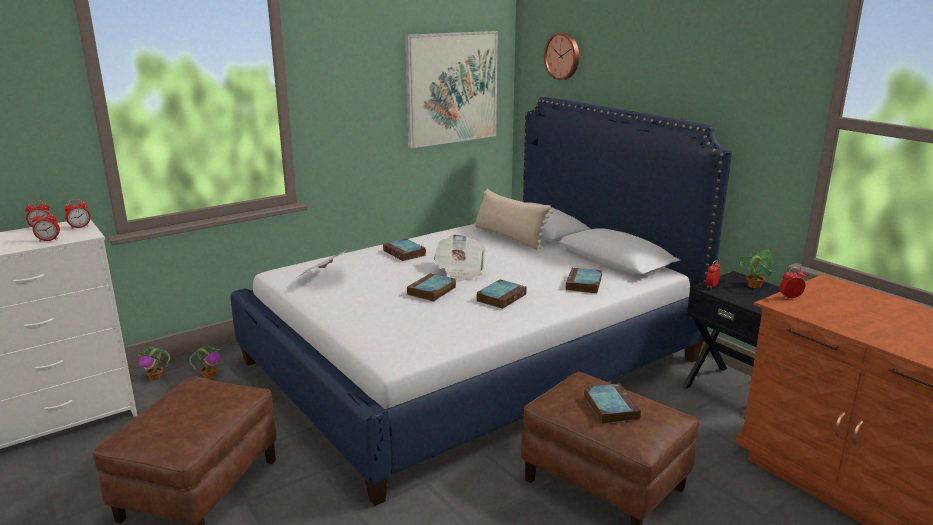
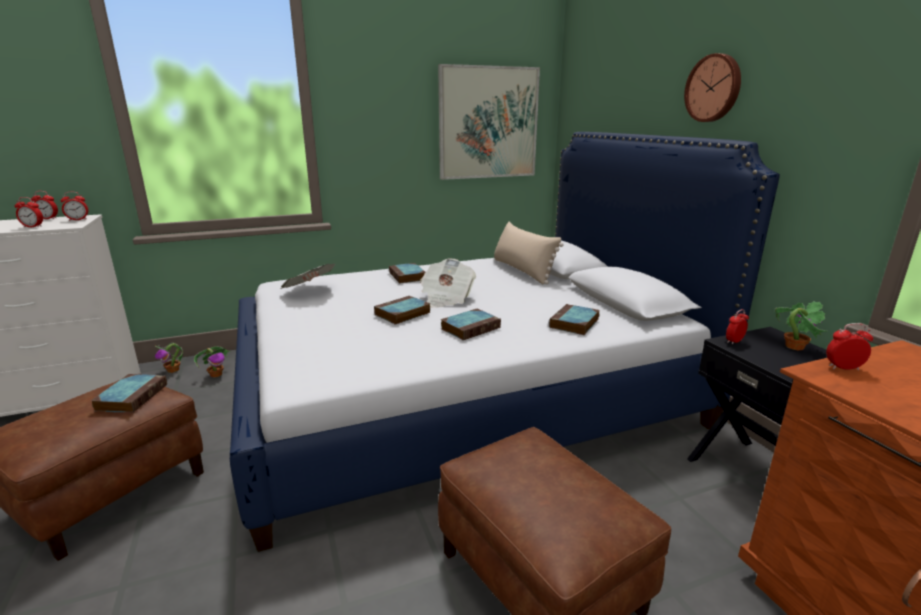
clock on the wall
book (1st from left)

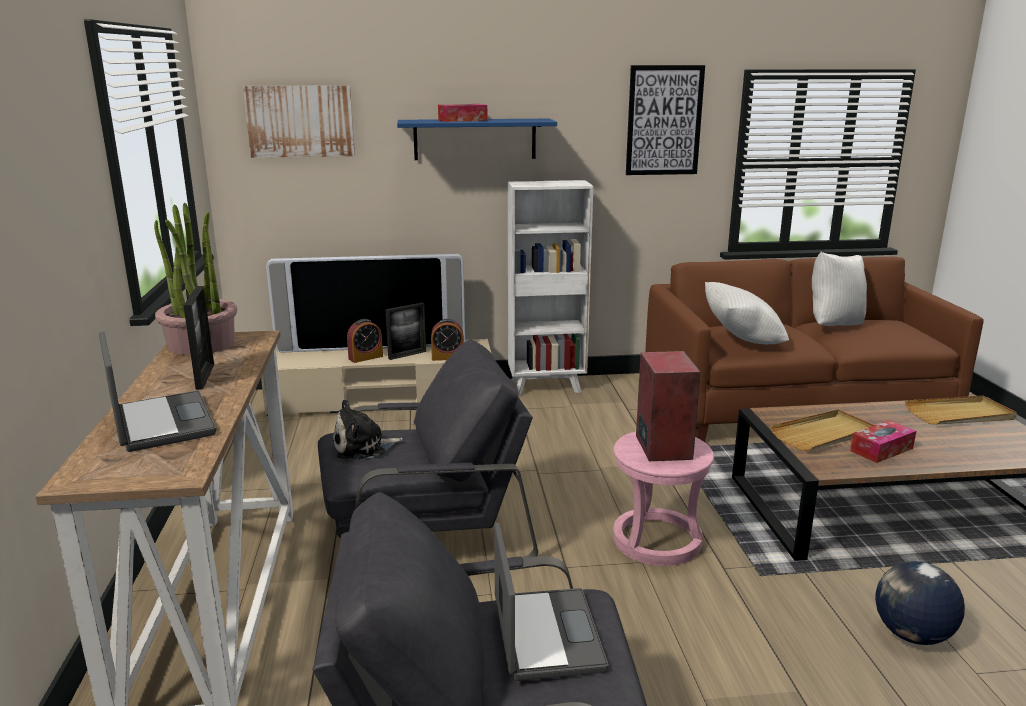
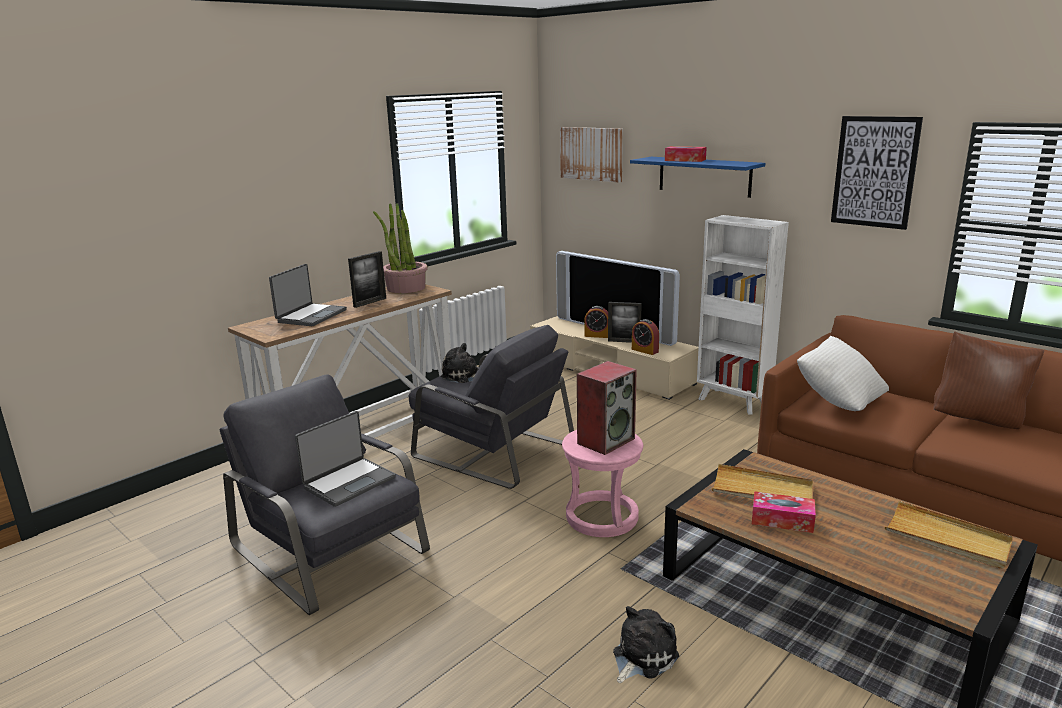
cuddly toy (2nd from left)
brownish cushion

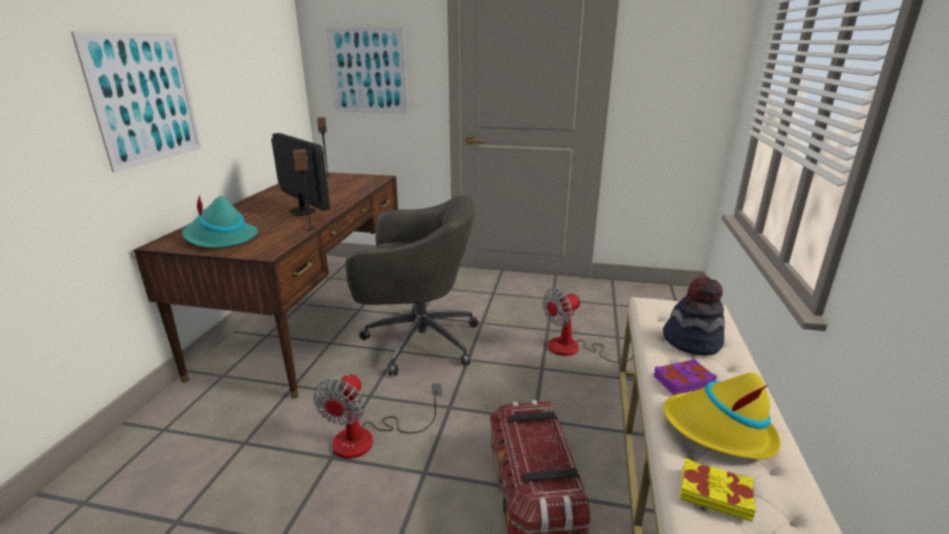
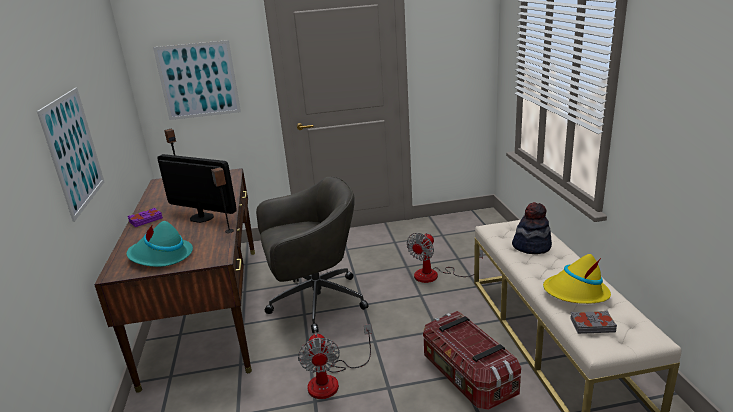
purplish book
greyish book

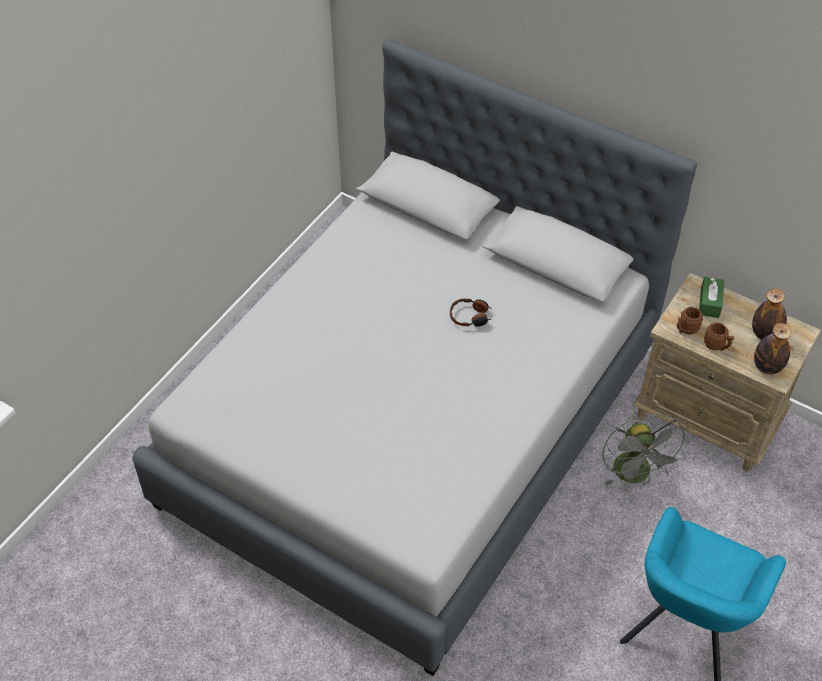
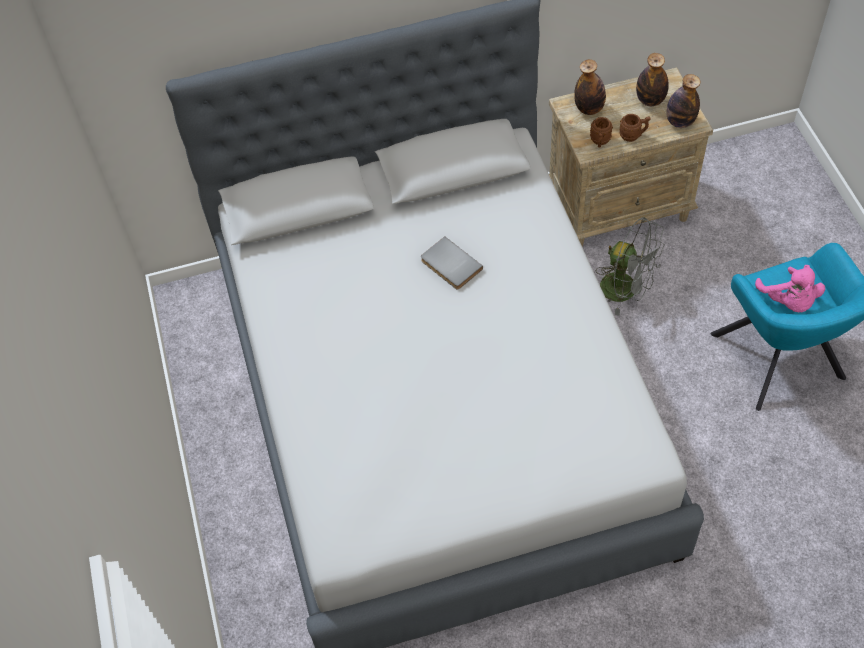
pink cuddly toy
greyish book
beverage bottle (1st from left)

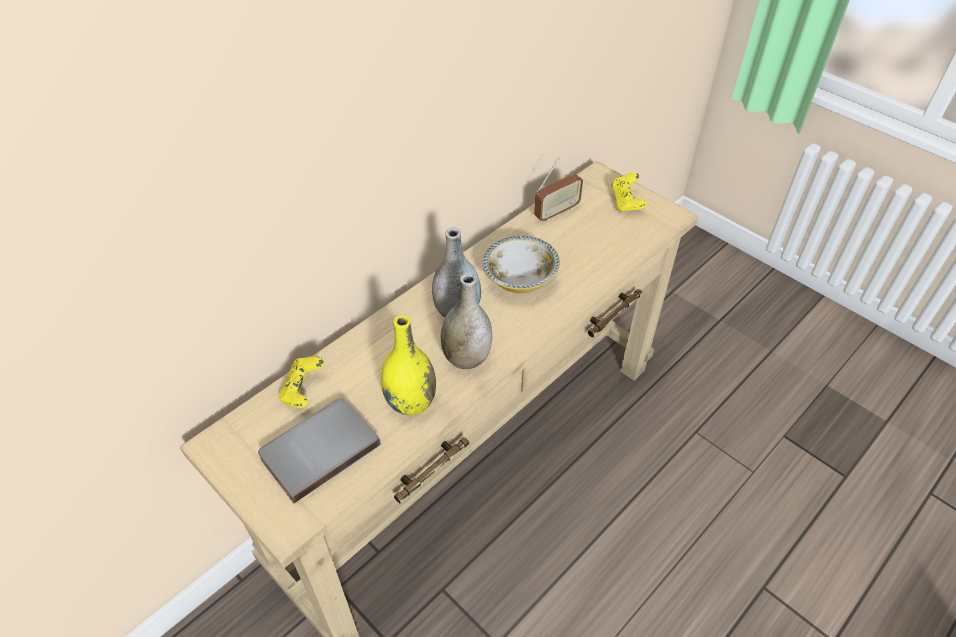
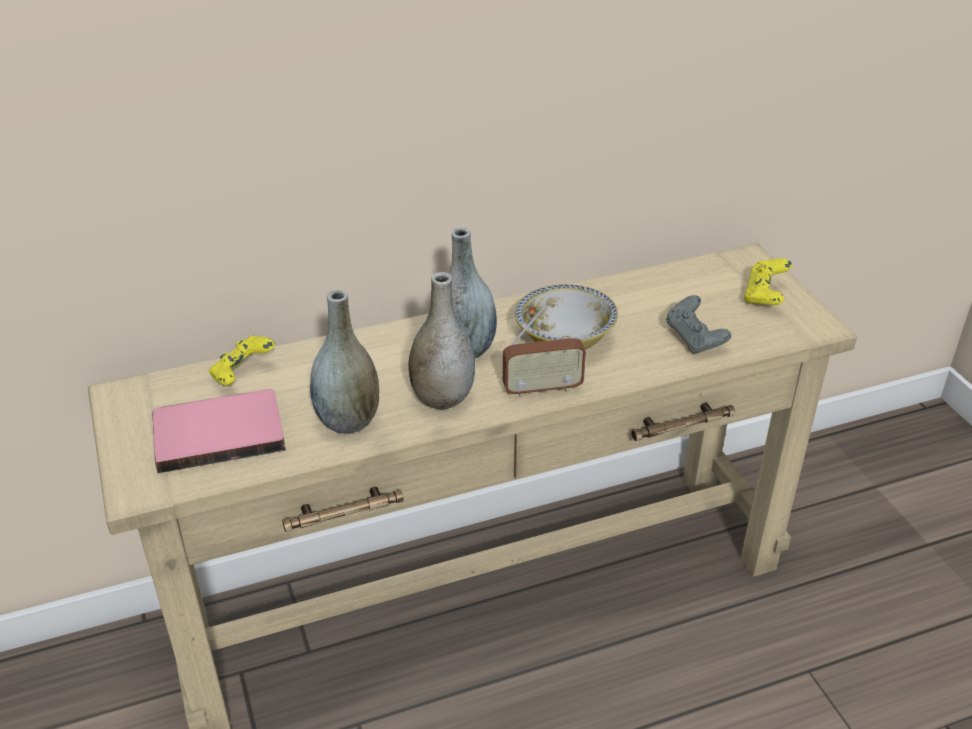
greyish game controller
radio set
pink book
greyish flower vase (1st from left)

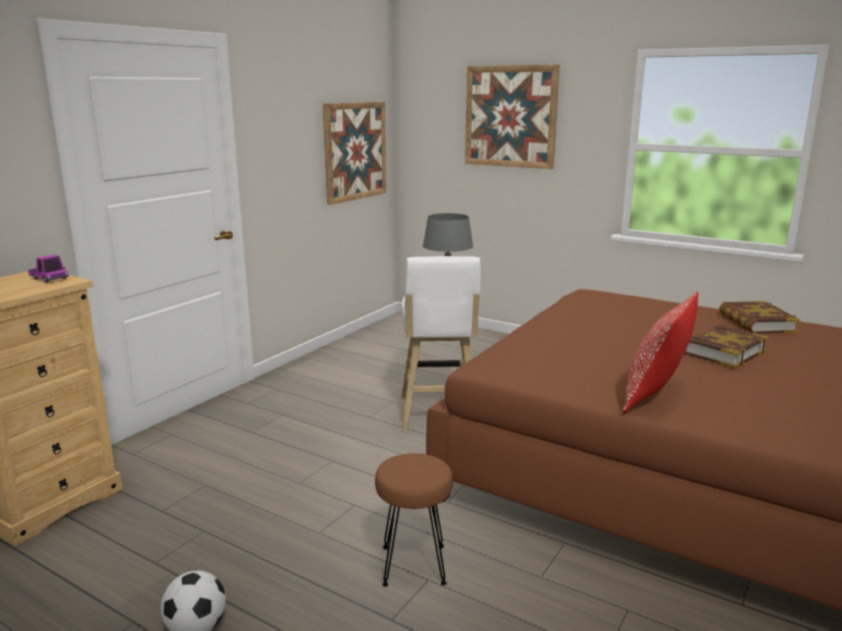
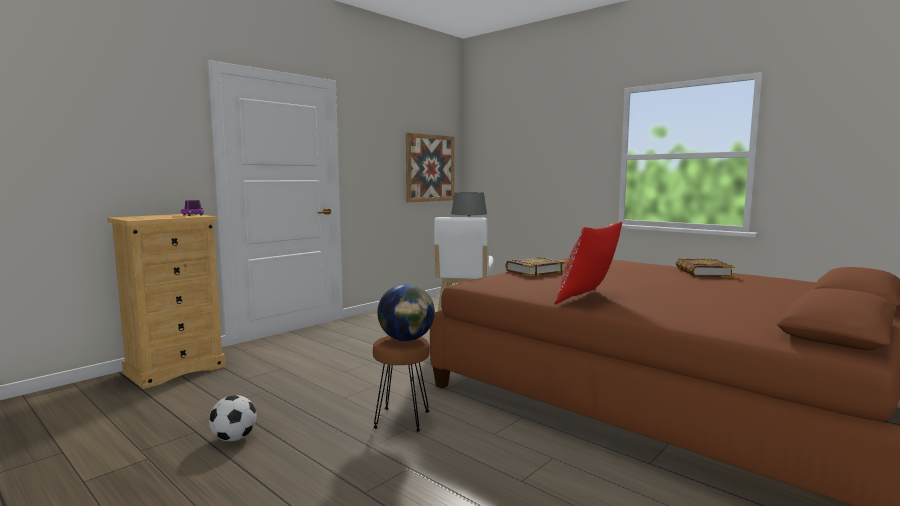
picture (2nd from left in the first image)
globe
book (1st from left)

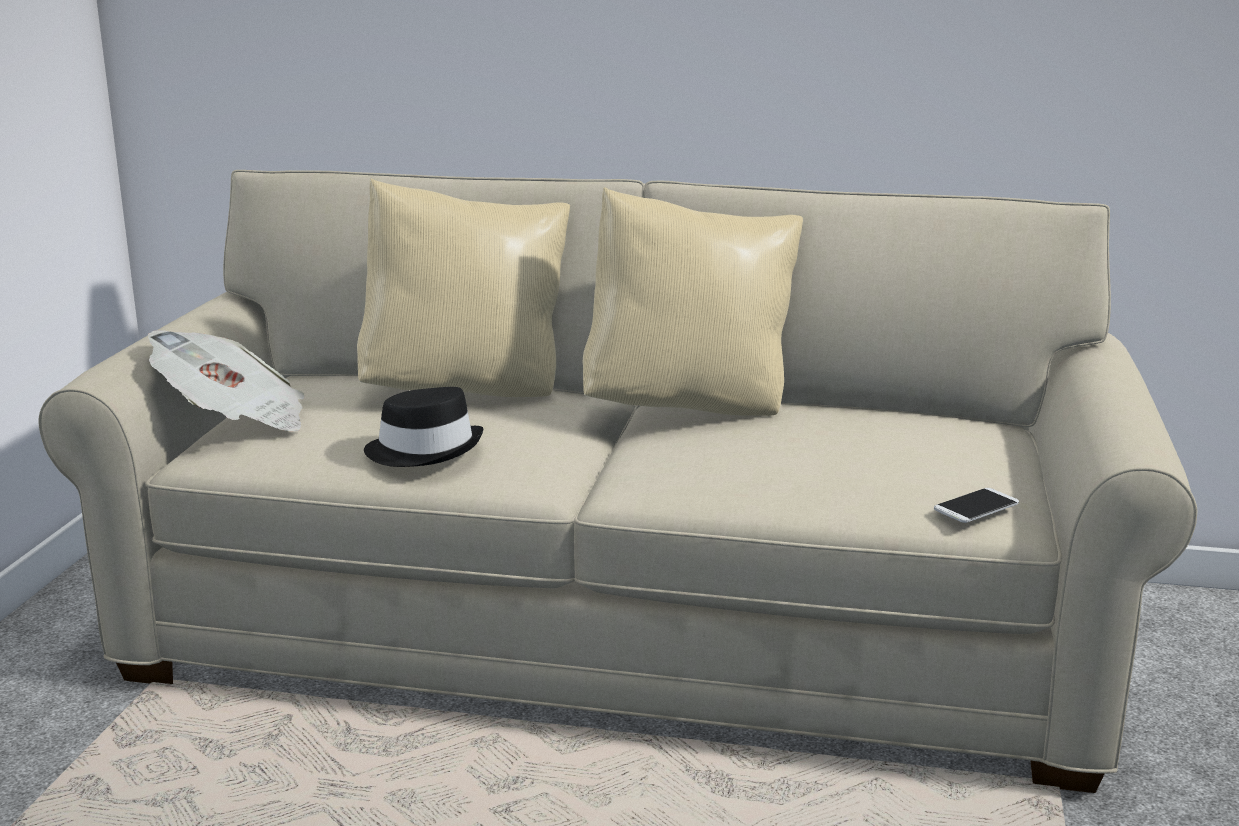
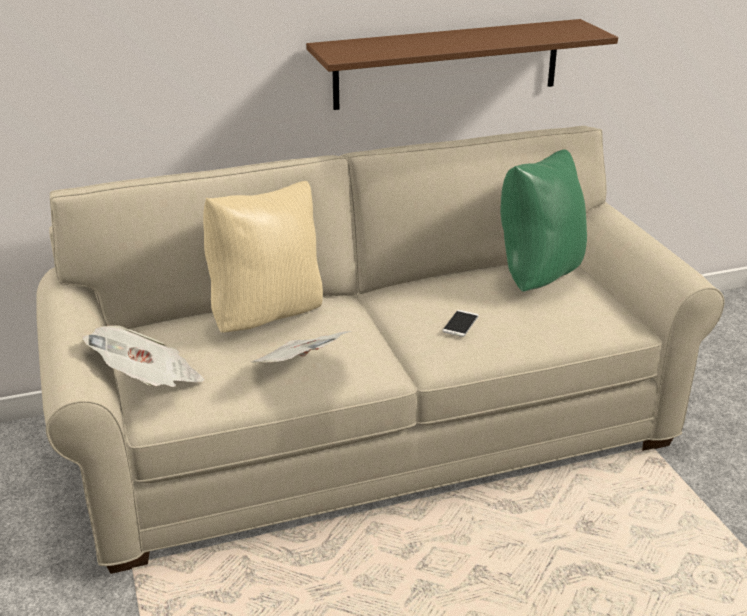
sand-coloured cushion (2nd from left in the first image)
brownish shelf
green cushion
telephone
printed paper (2nd from left)

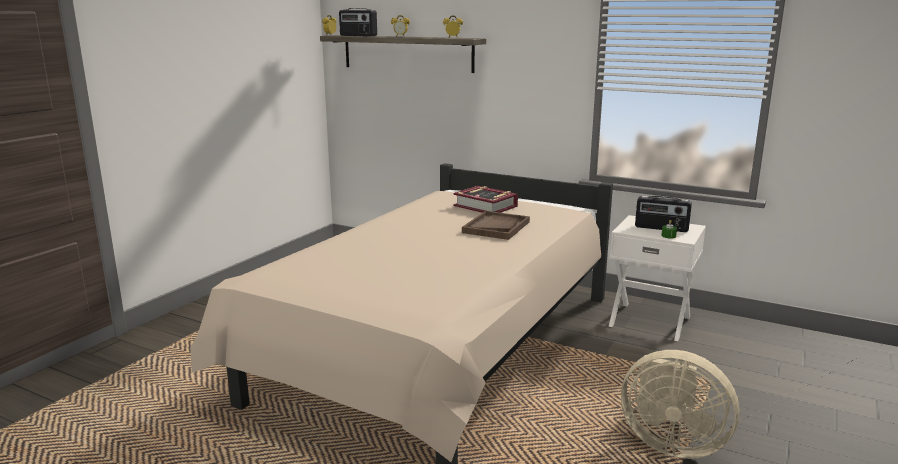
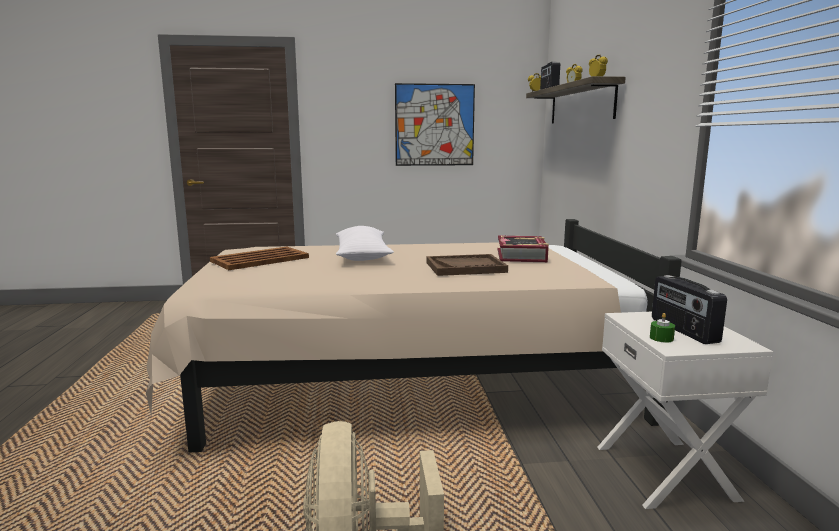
brownish serving tray (1st from left)
whitish cushion
picture

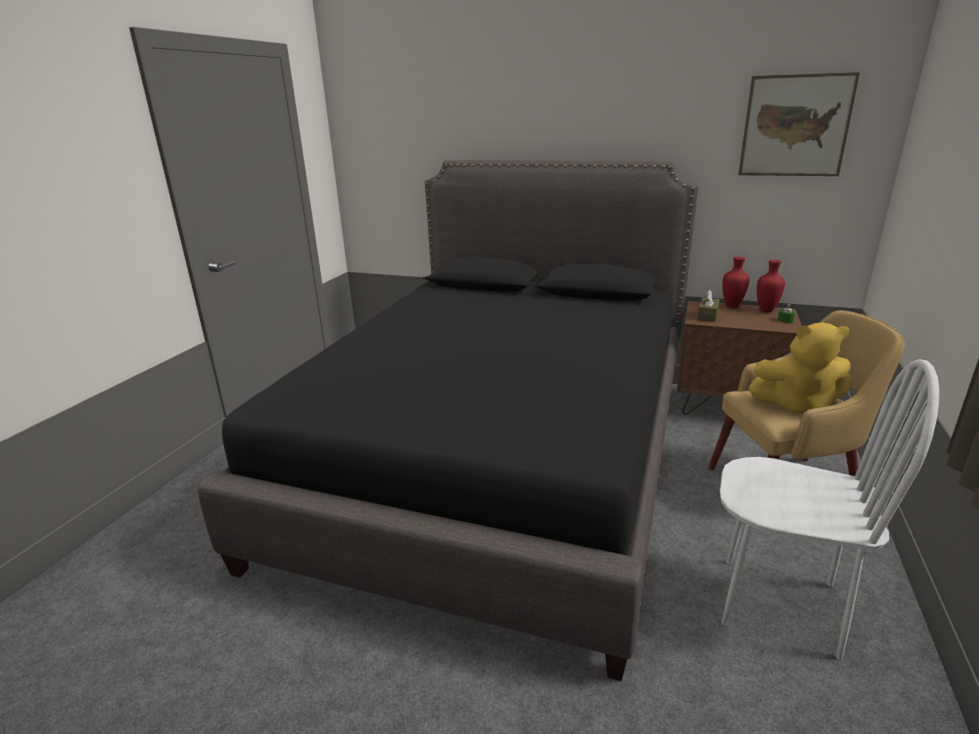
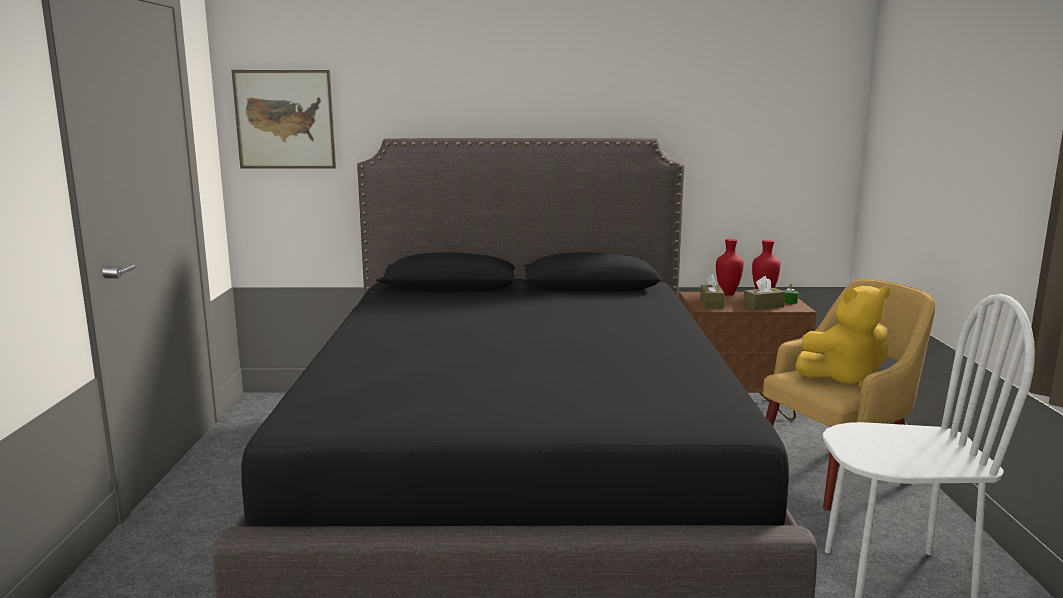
brownish box of tissues (2nd from left)
picture

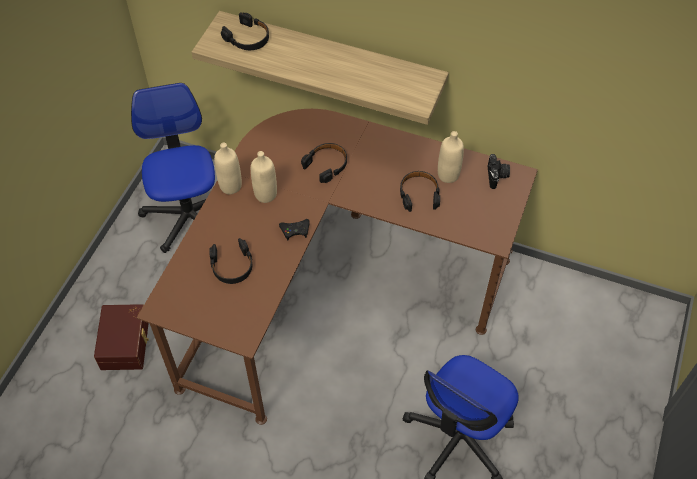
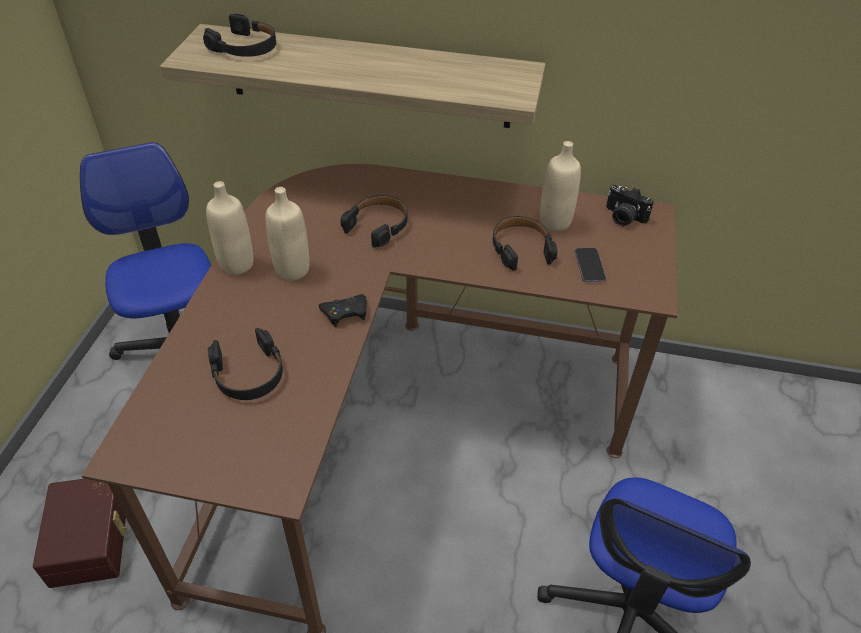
telephone
still camera

